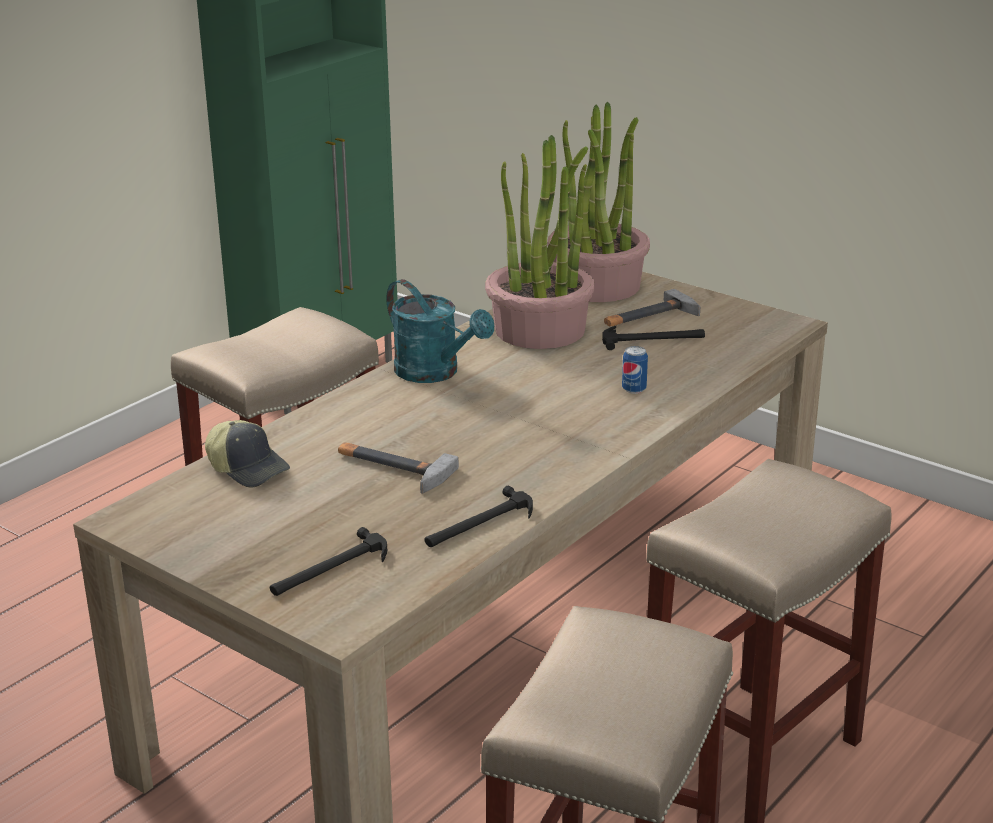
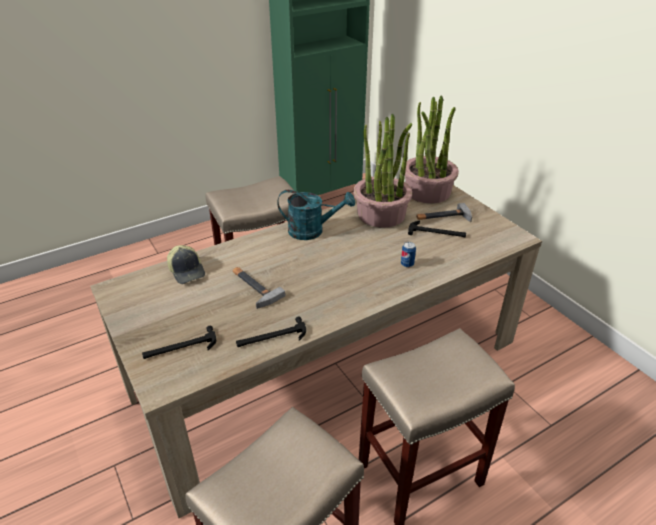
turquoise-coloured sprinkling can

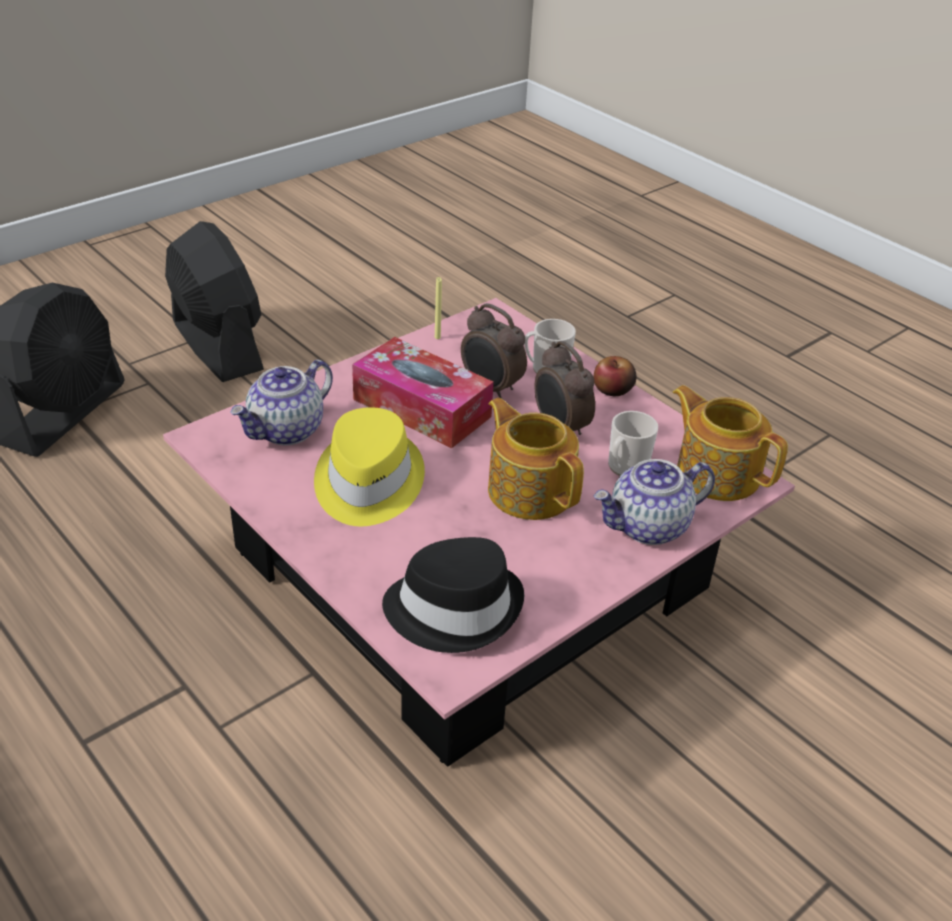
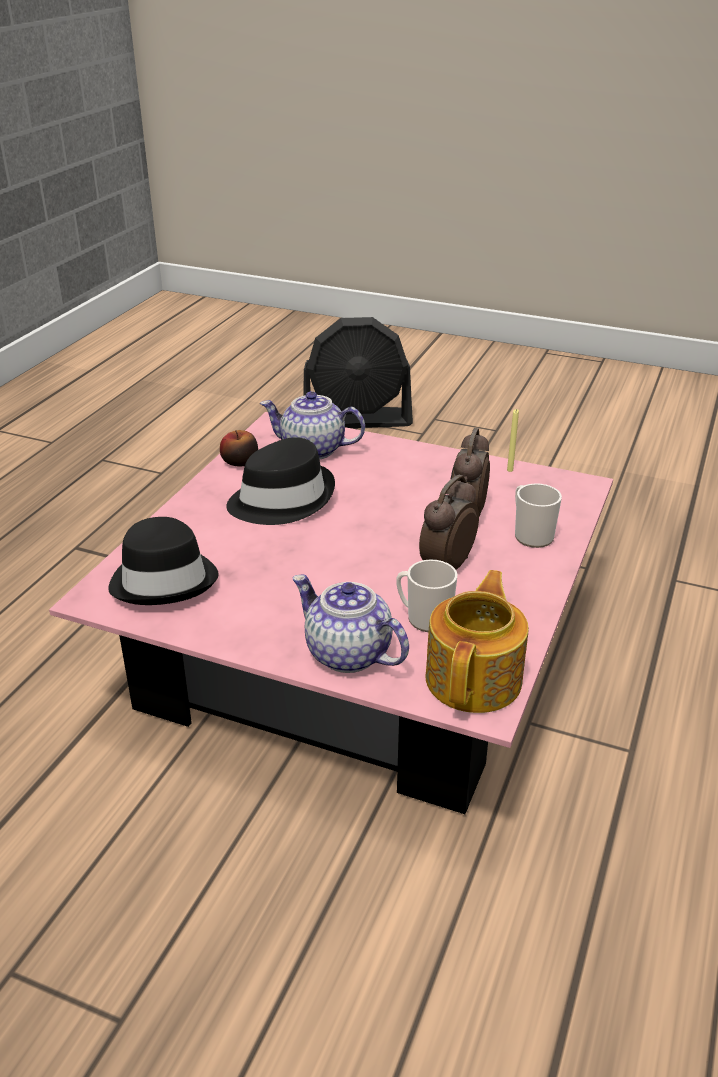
black fan (2nd from left in the first image)
box of tissues
teapot (2nd from left in the first image)
apple
black clothing hat (2nd from left)

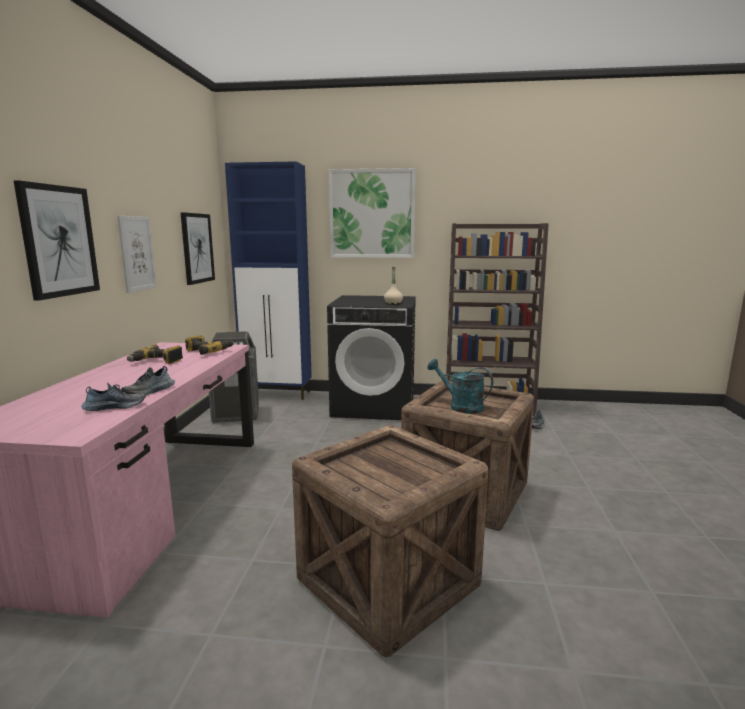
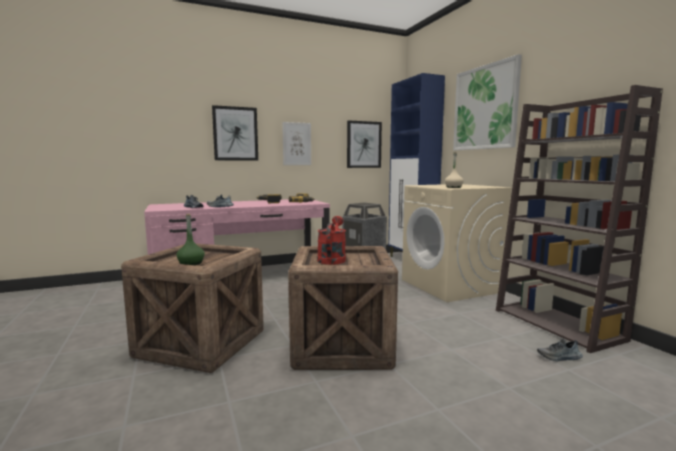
green beverage bottle
sand-coloured laundry machine
reddish sprinkling can

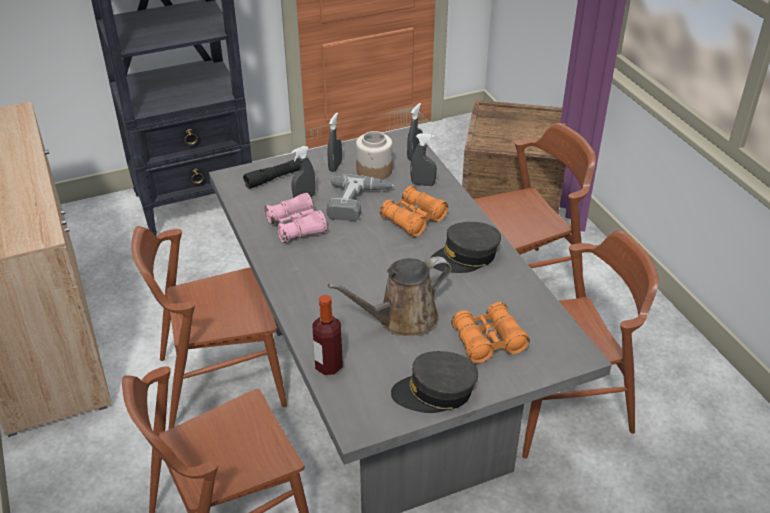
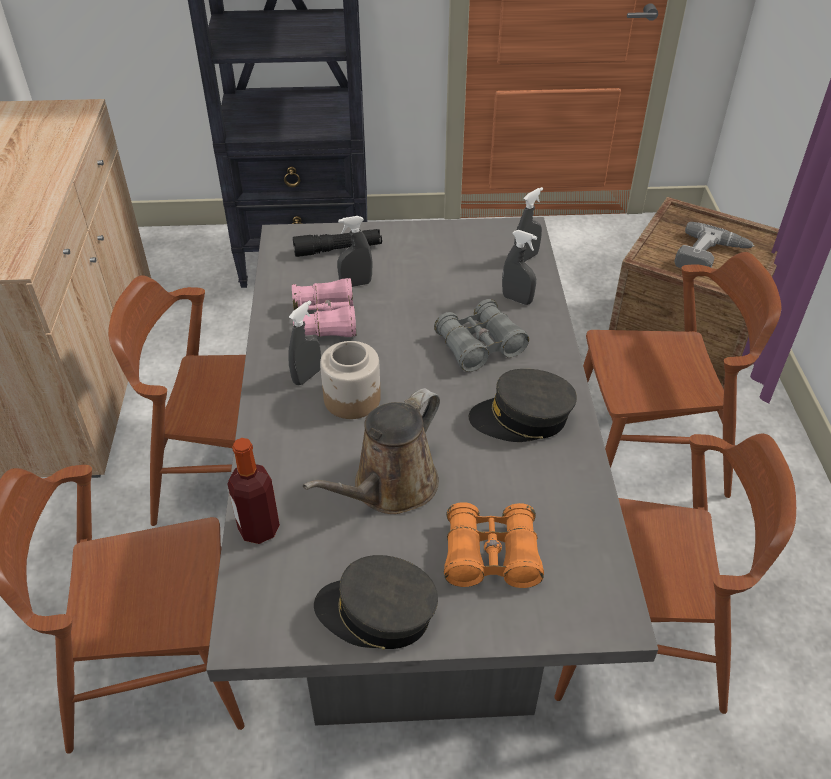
greyish sprayer (1st from left)
drill
storage jar
greyish pair of binoculars
brownish sprinkling can

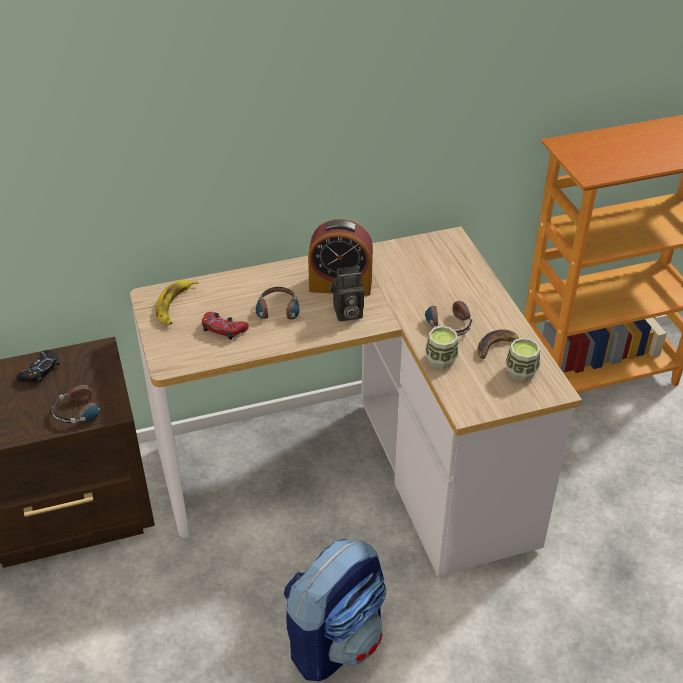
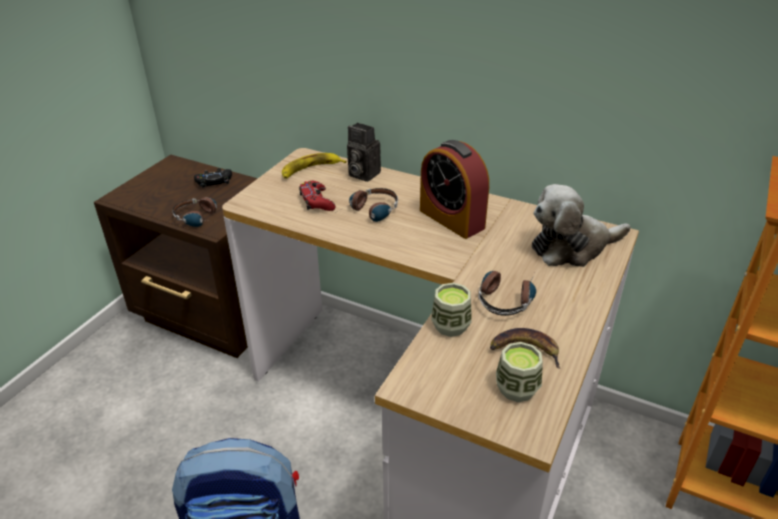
cuddly toy
still camera

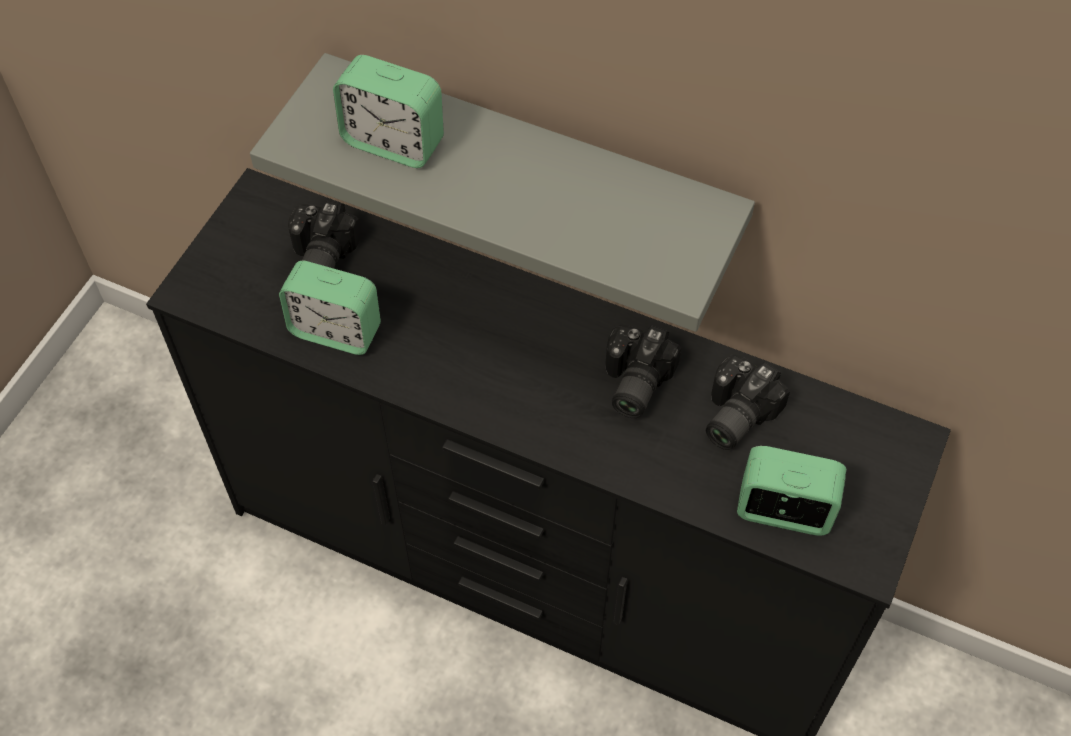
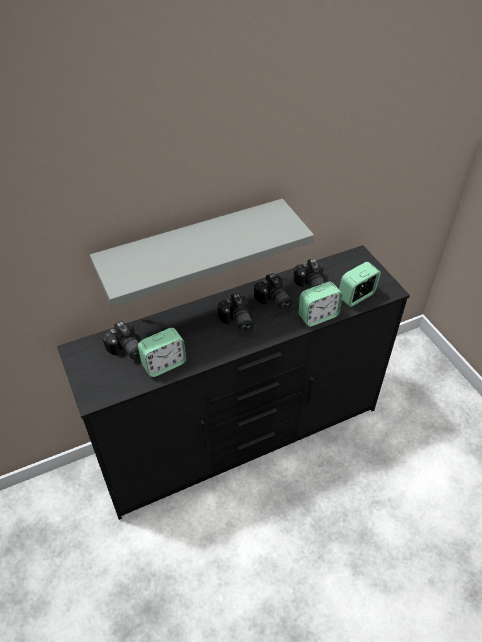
still camera (2nd from left)
alarm clock (2nd from left)

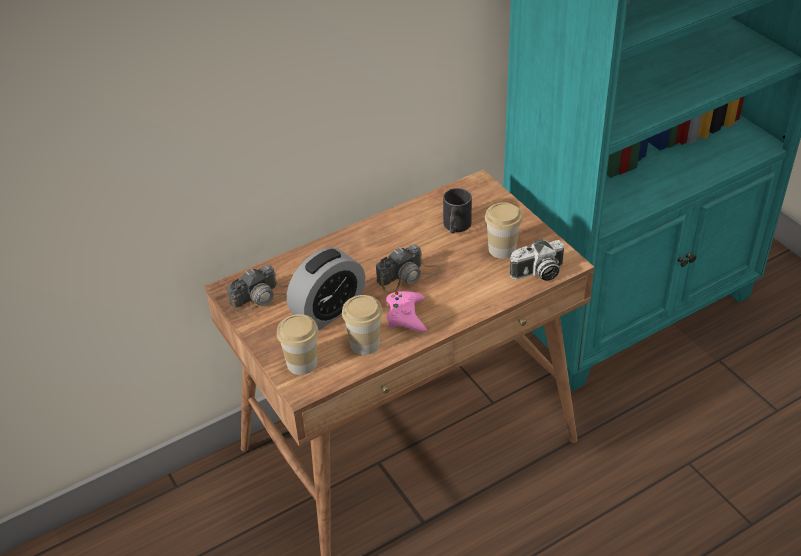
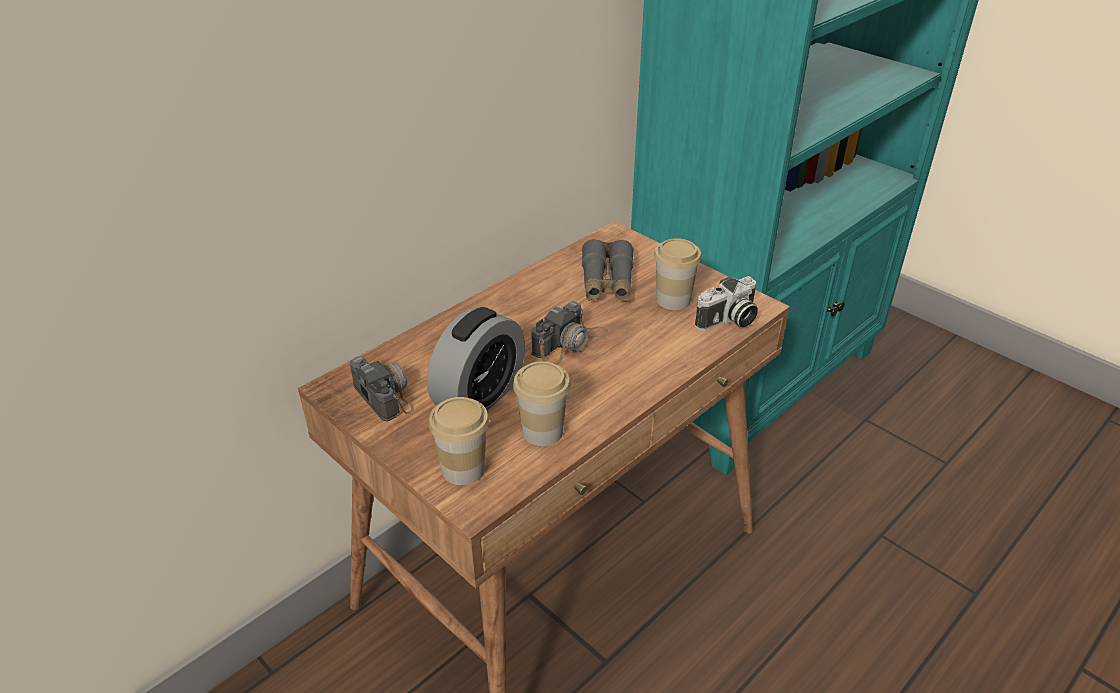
pink game controller
greyish pair of binoculars
still camera (1st from left)

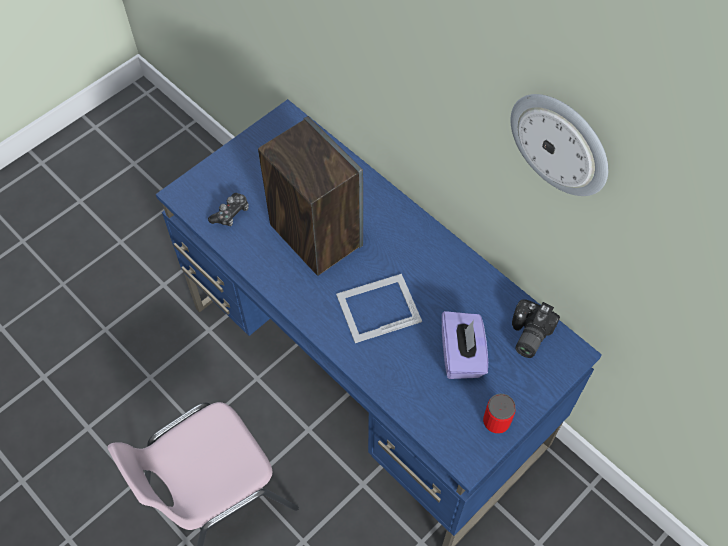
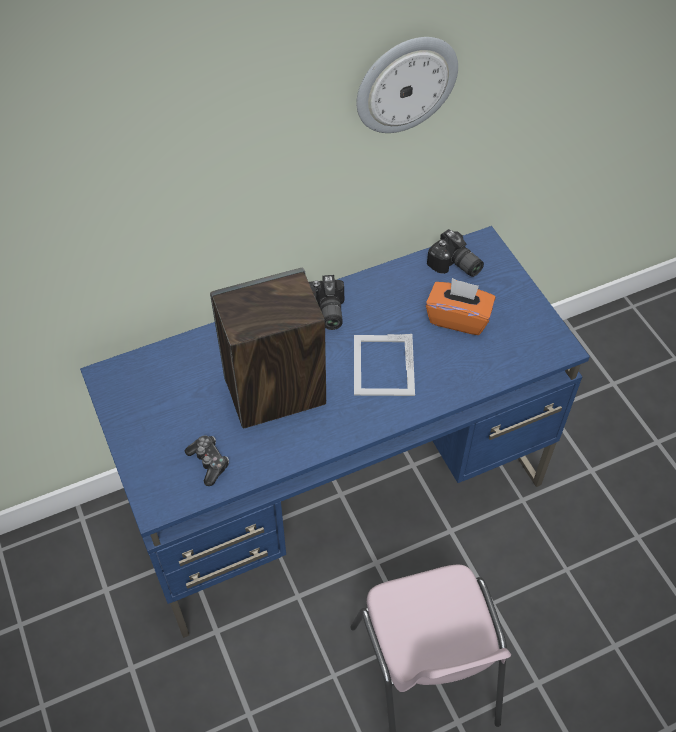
metal can
still camera (1st from left)
orangey box of tissues

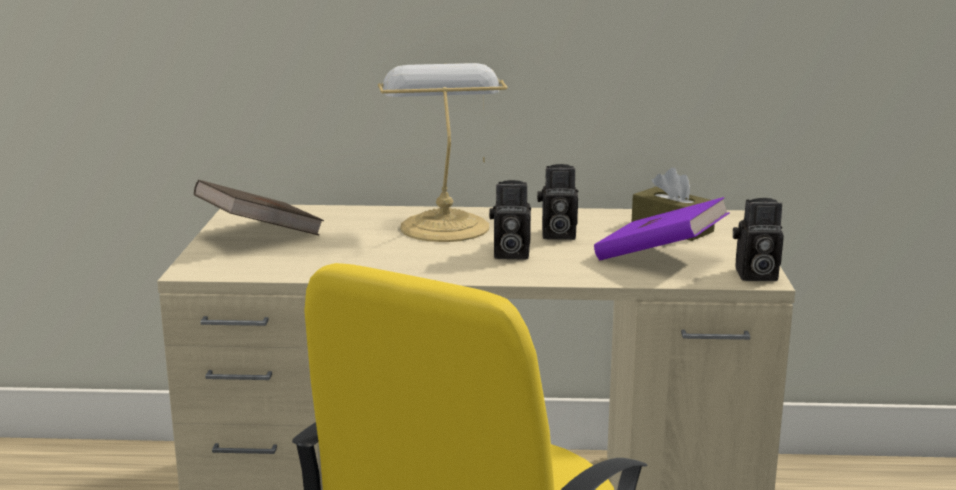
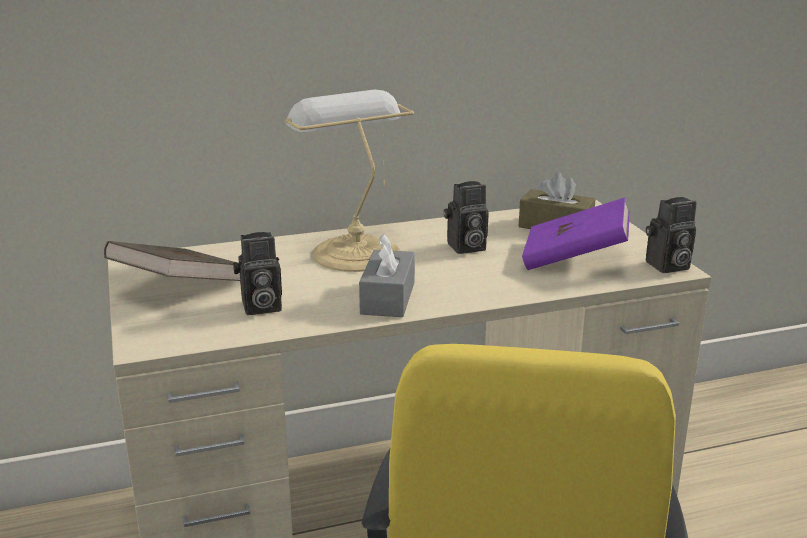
greyish box of tissues
still camera (1st from left)

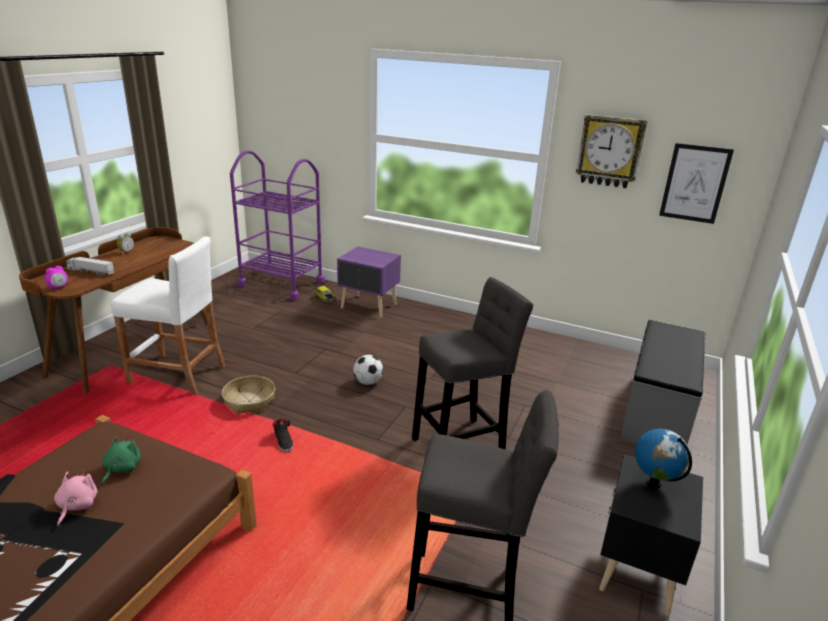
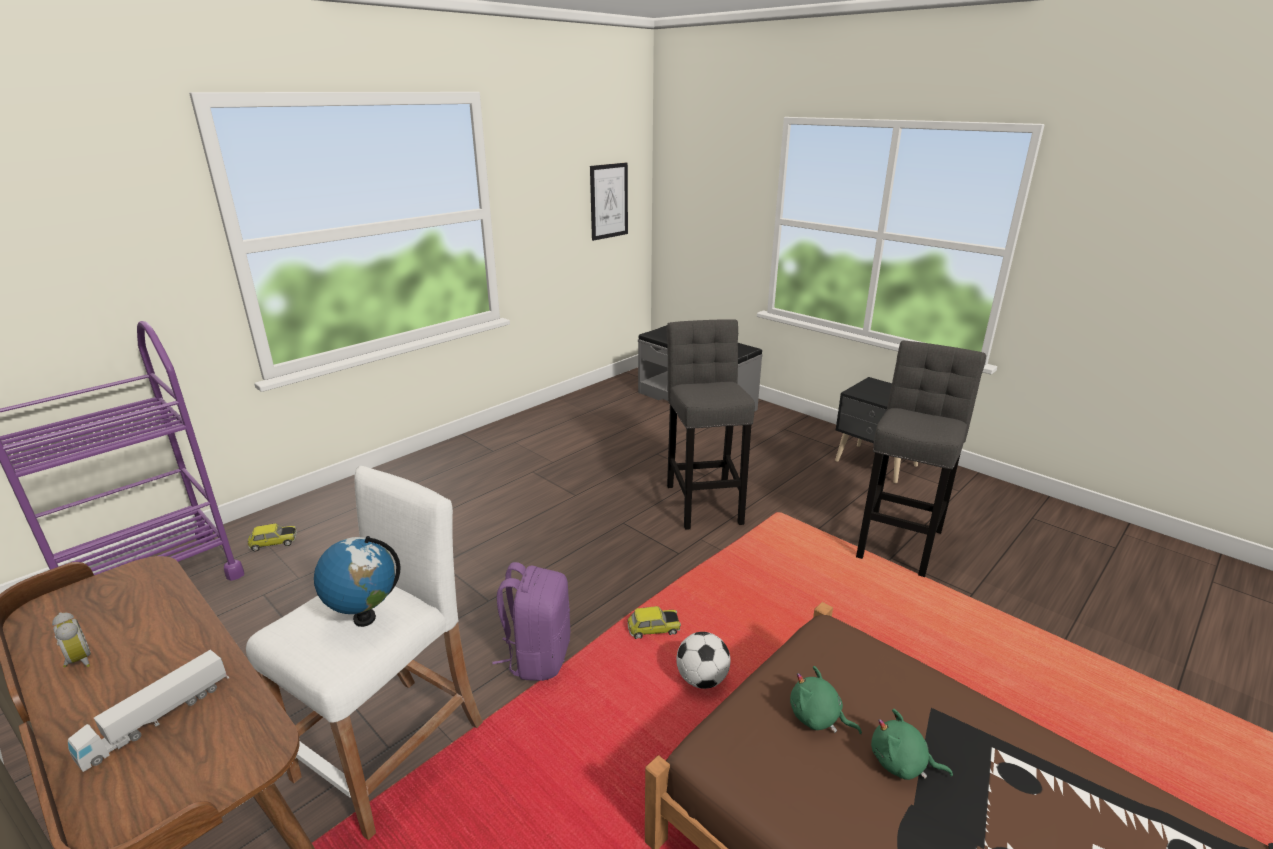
alarm clock (1st from left in the first image)
purplish night table
clock on the wall
football ball
globe
purplish backpack
toy car (2nd from left)
green cuddly toy (2nd from left)

